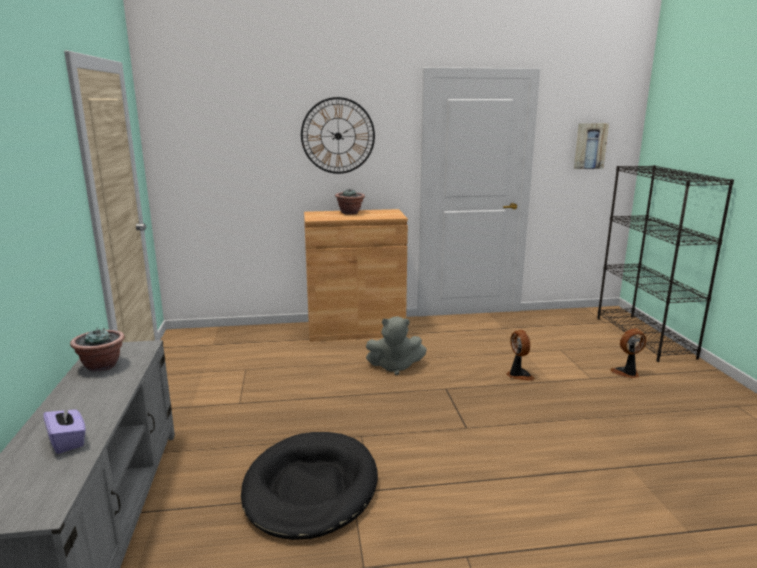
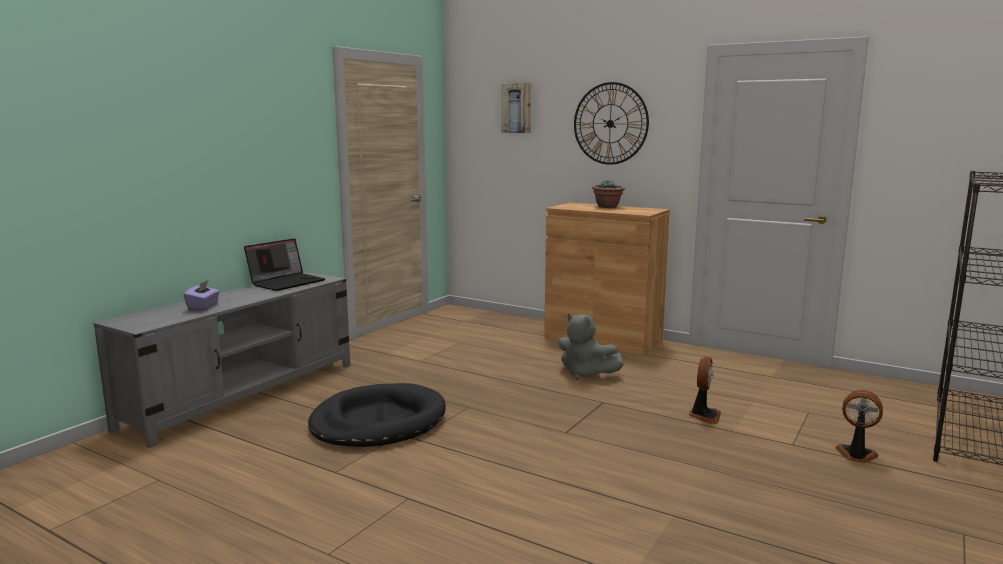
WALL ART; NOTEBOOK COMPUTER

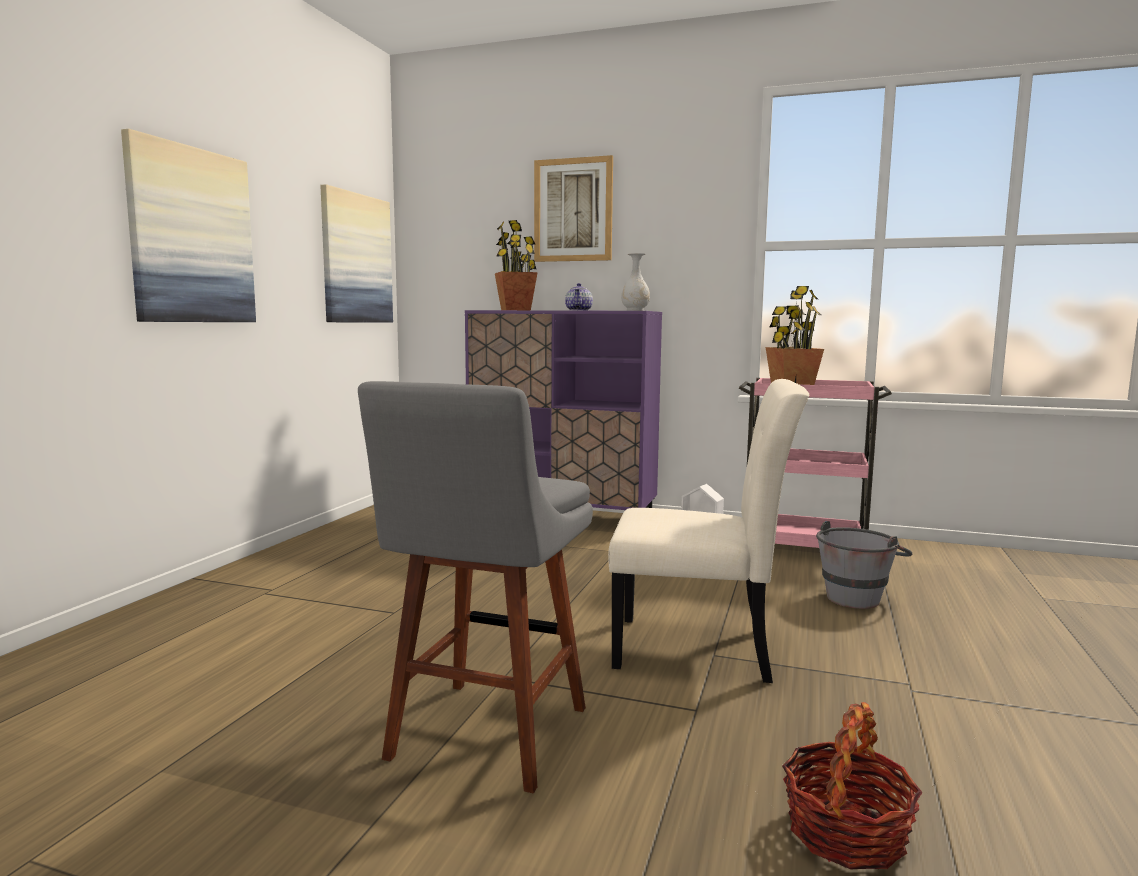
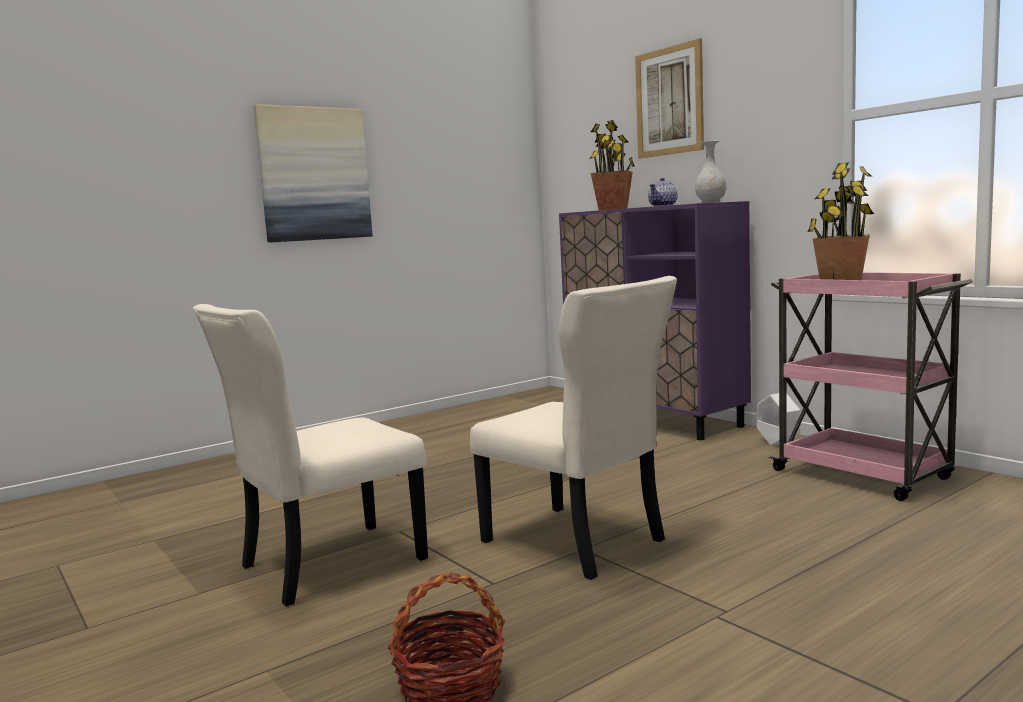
WALL ART (no. 2 from left in the first image); BEIGE-COLOURED PLAIN CHAIR (no. 1 from left); GREYISH WATER BUCKET

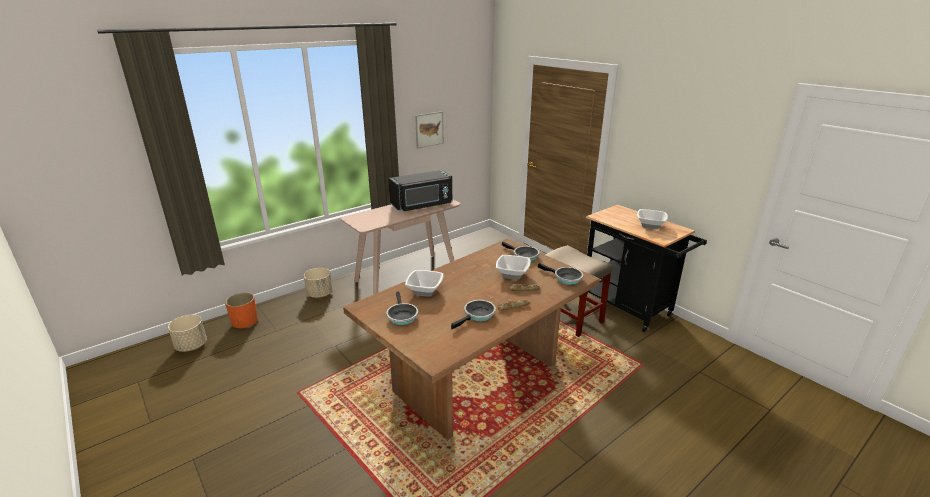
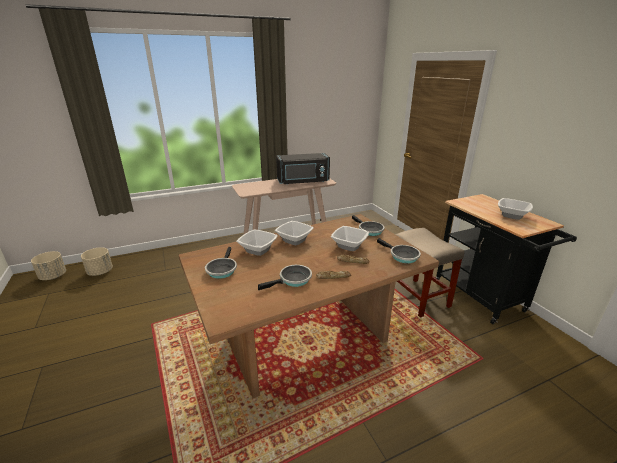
WALL ART; BEIGE-COLOURED PLANT POT (no. 1 from left); ORANGE-COLOURED PLANT POT; SERVING BOWL (no. 2 from left)

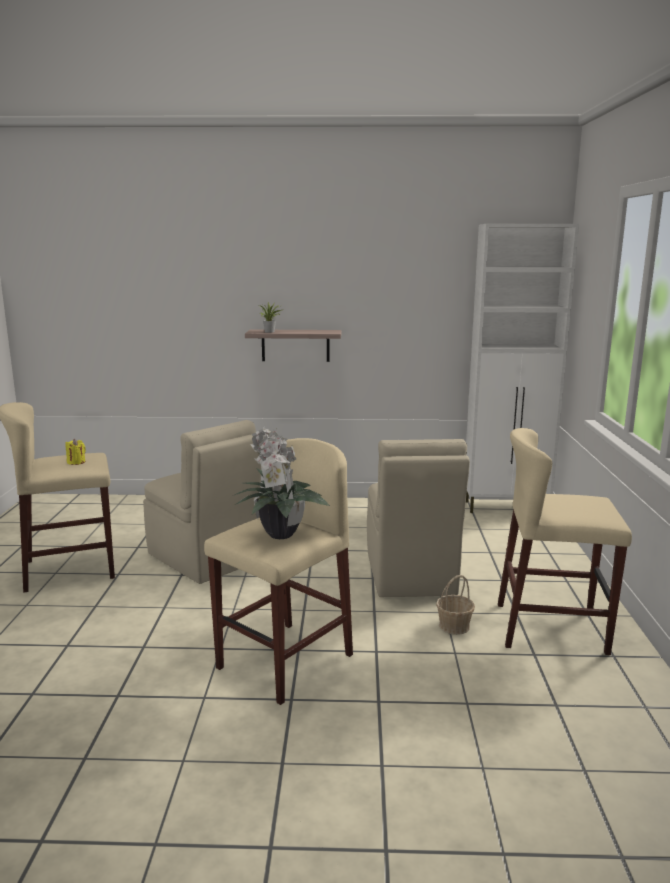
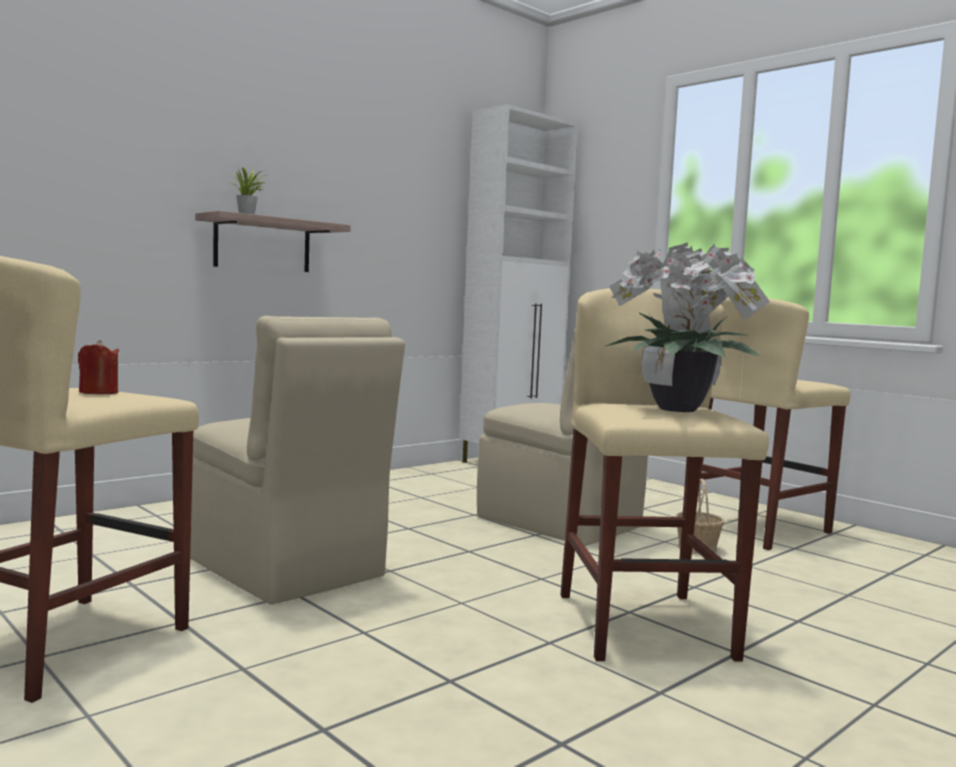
BEIGE-COLOURED PLAIN CHAIR (no. 1 from left); RED-COLOURED WAX CANDLE

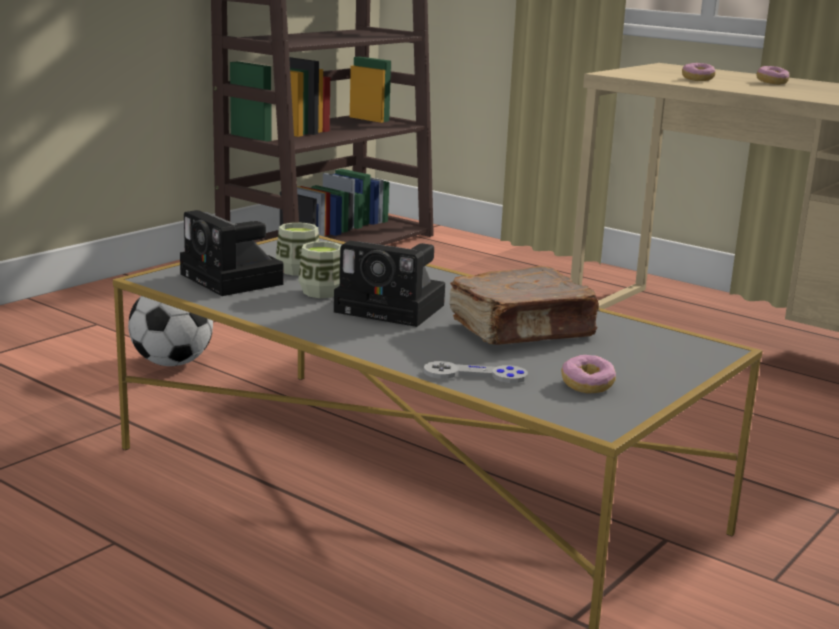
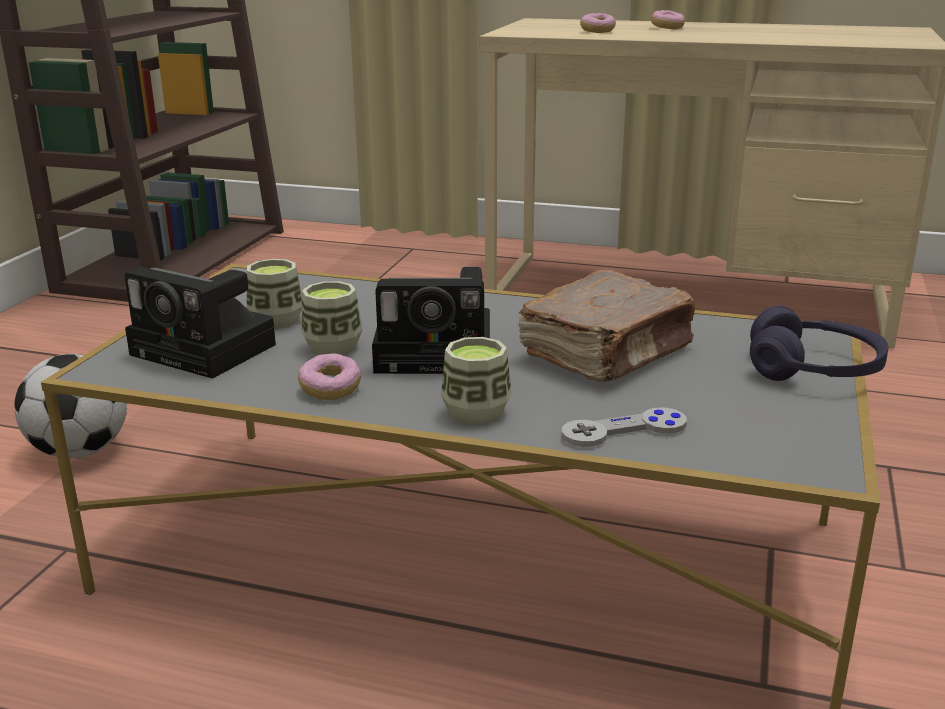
DONUT (no. 1 from left); PURPLISH HEADPHONES; CUP (no. 3 from left)

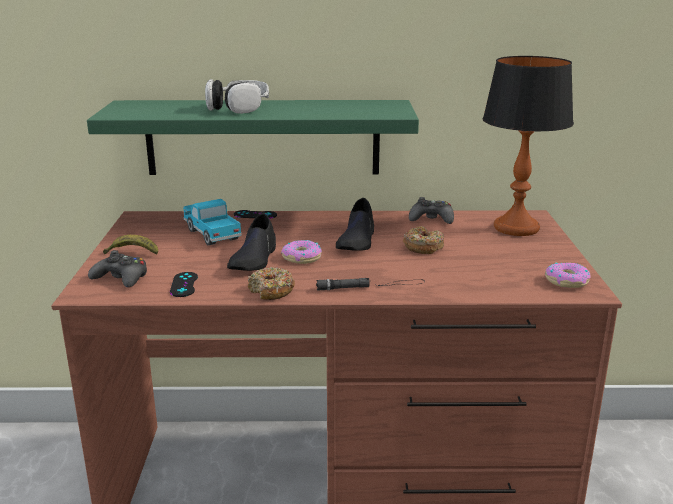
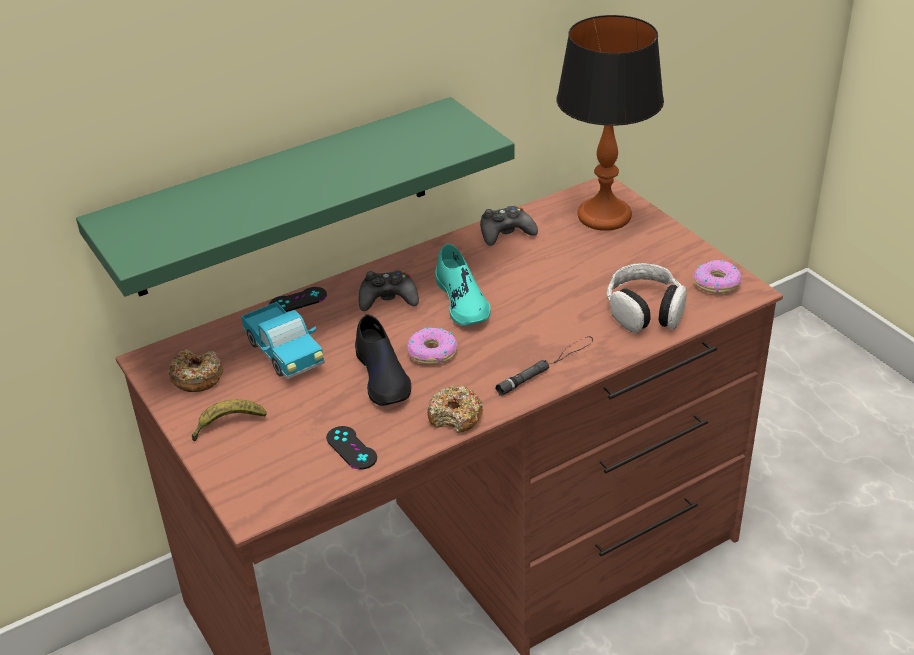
HEADPHONES; TURQUOISE ITEM OF FOOTWEAR; TOY LORRY; DONUT (no. 1 from left); BLACK-COLOURED GAMEPAD (no. 3 from left)

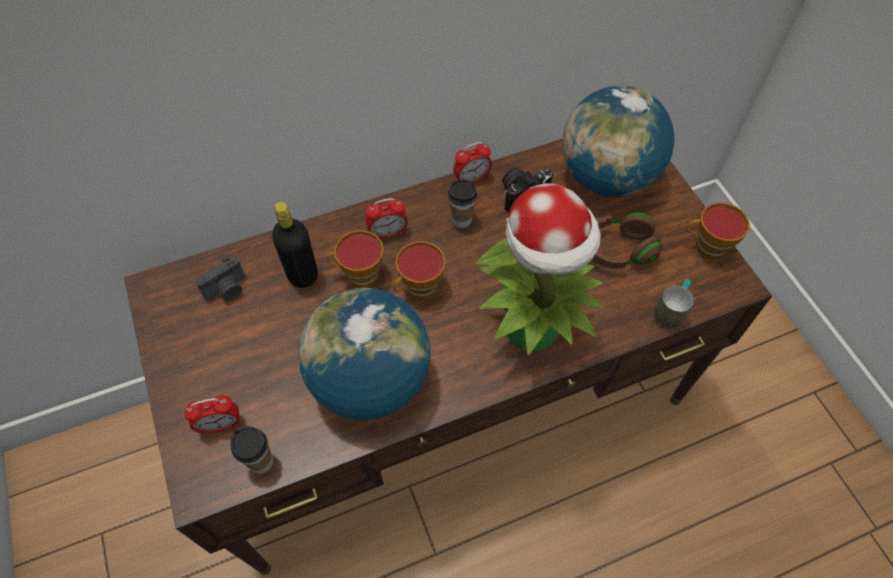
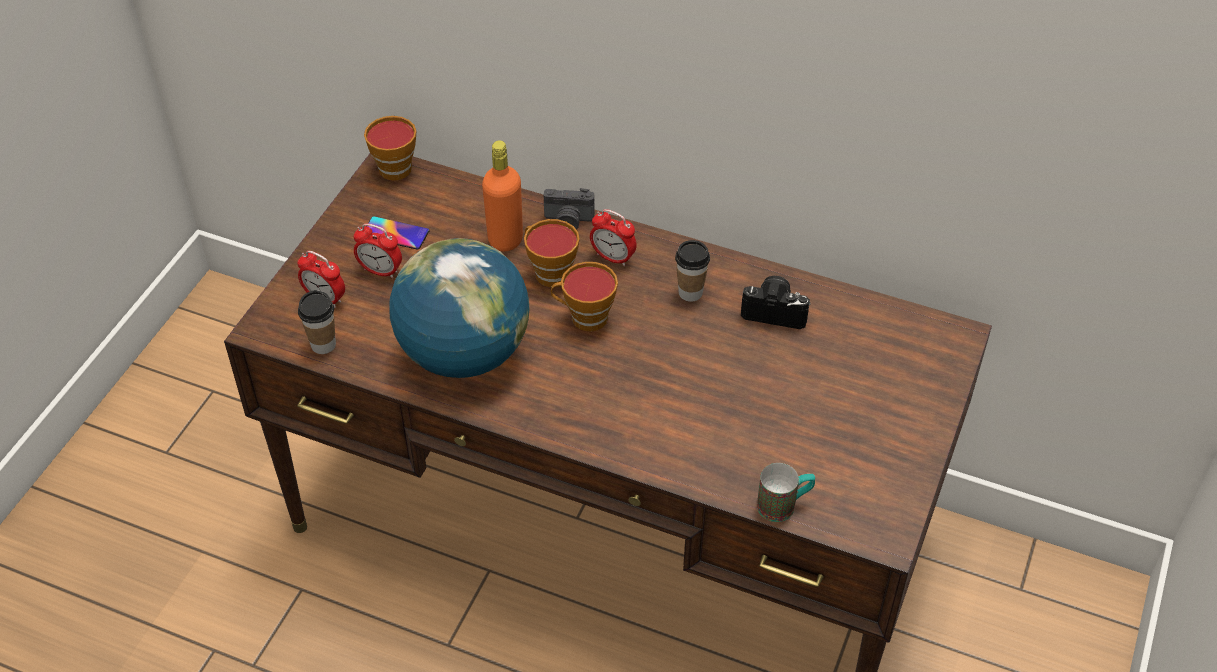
DESK GLOBE (no. 2 from left in the first image); TABLE CLOCK (no. 2 from left); POTTED PLANT; ORANGE-COLOURED DRINK BOTTLE; CUP (no. 2 from left); BROWN HEADPHONES; STILL CAMERA (no. 1 from left); PHONE

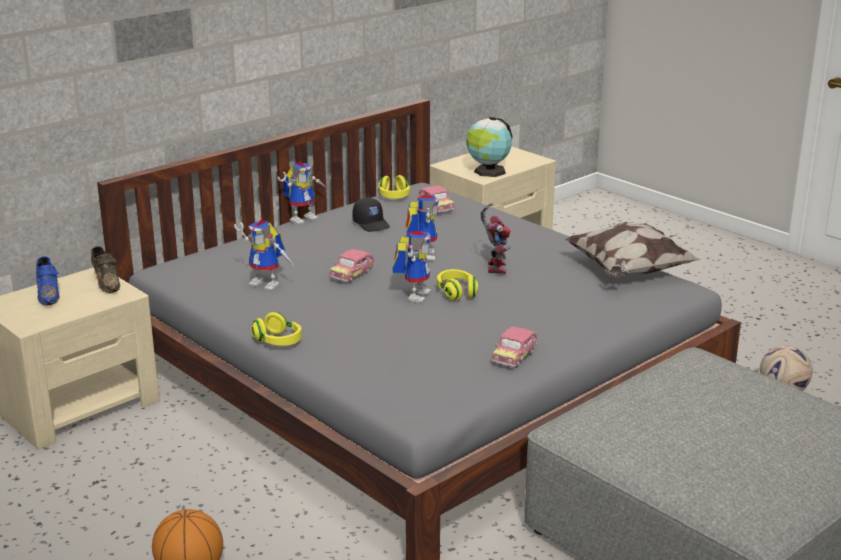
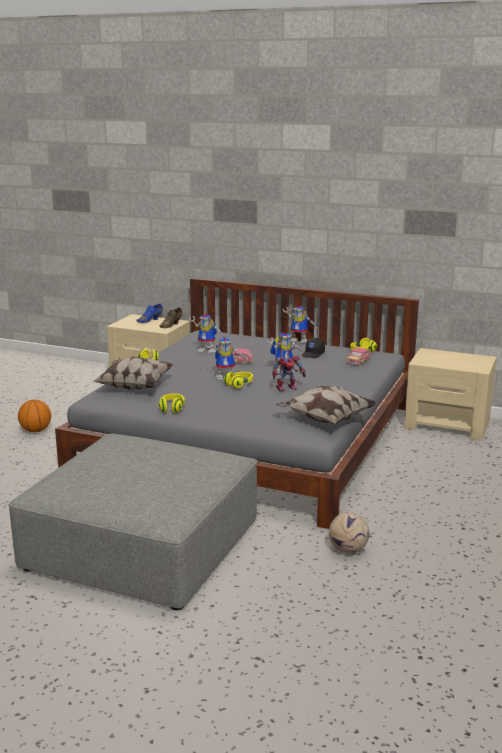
DESK GLOBE; MODEL ROBOT (no. 1 from left); YELLOWISH HEADPHONES (no. 2 from left); THROW PILLOW (no. 1 from left)

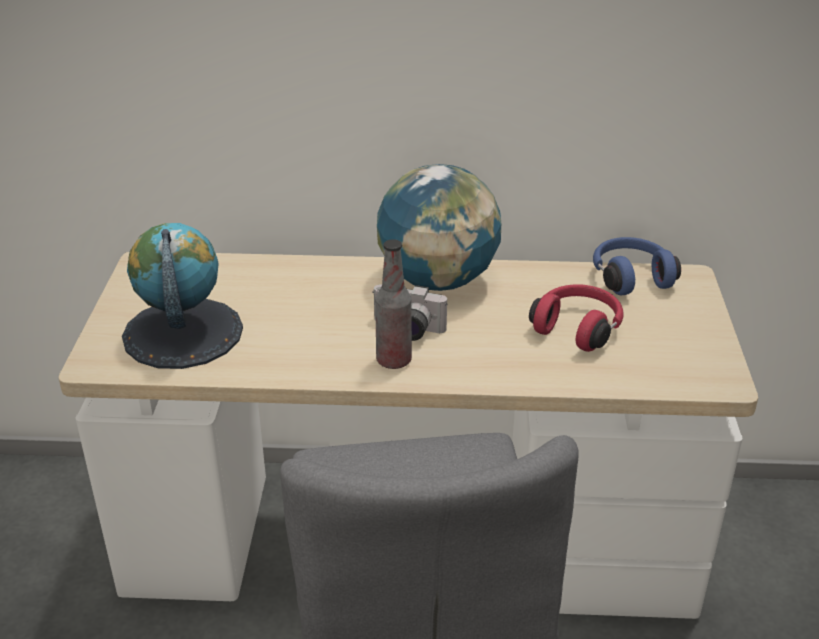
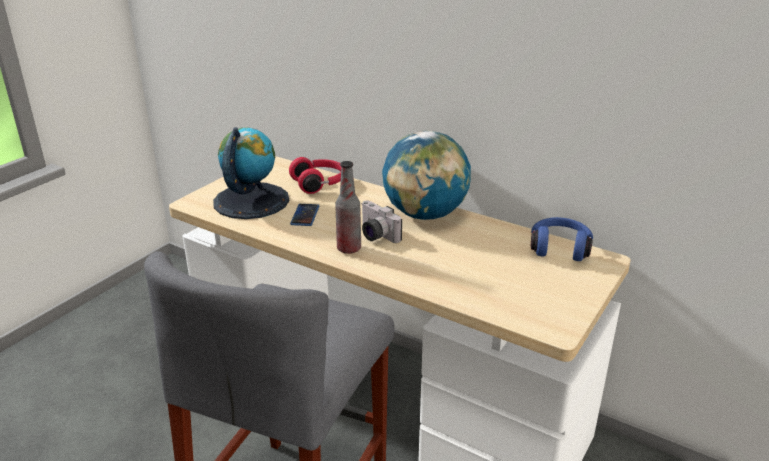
RED-COLOURED HEADPHONES; PHONE

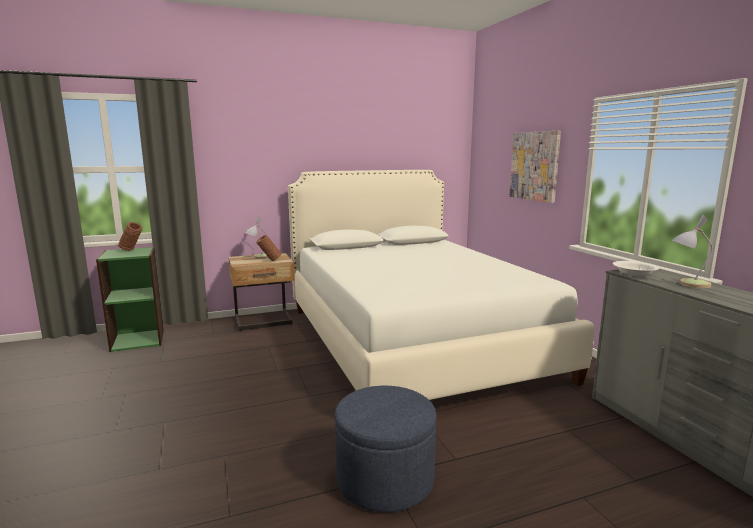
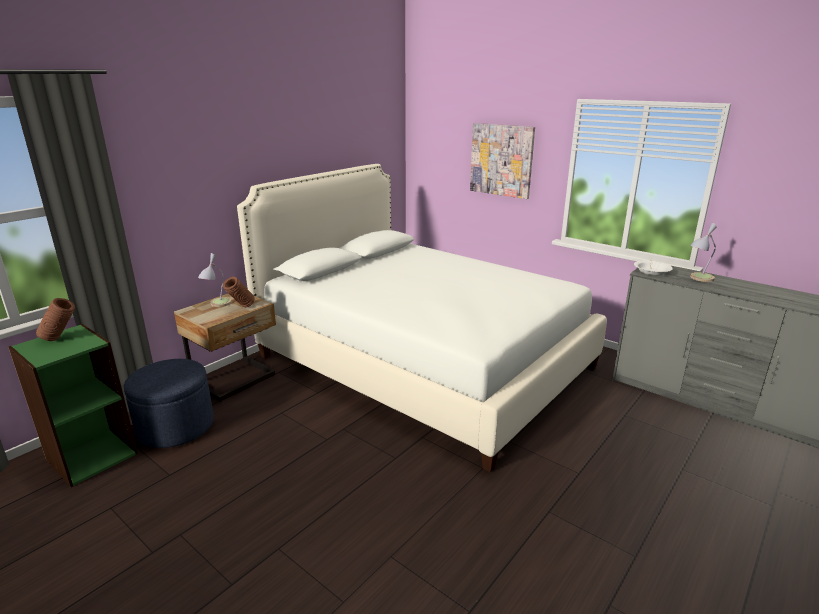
BLUE-COLOURED OTTOMAN

